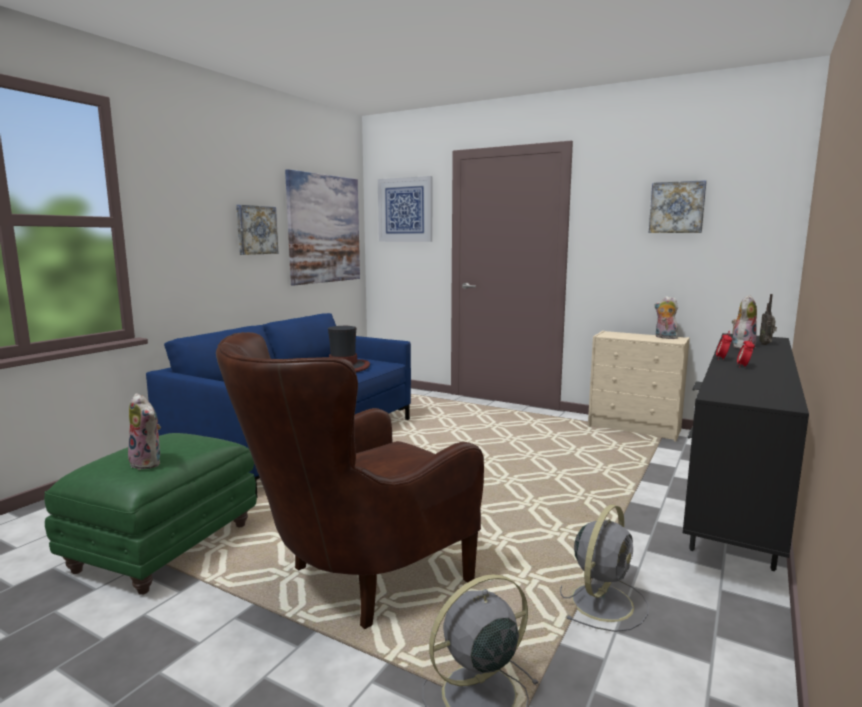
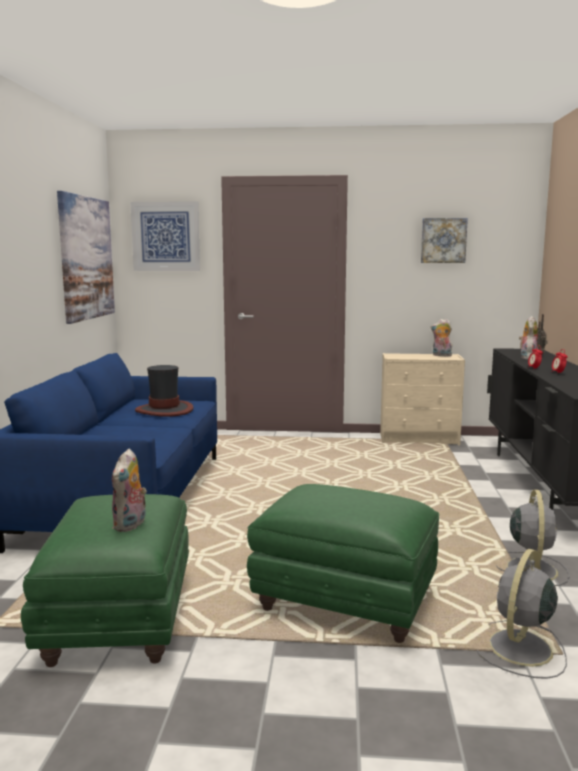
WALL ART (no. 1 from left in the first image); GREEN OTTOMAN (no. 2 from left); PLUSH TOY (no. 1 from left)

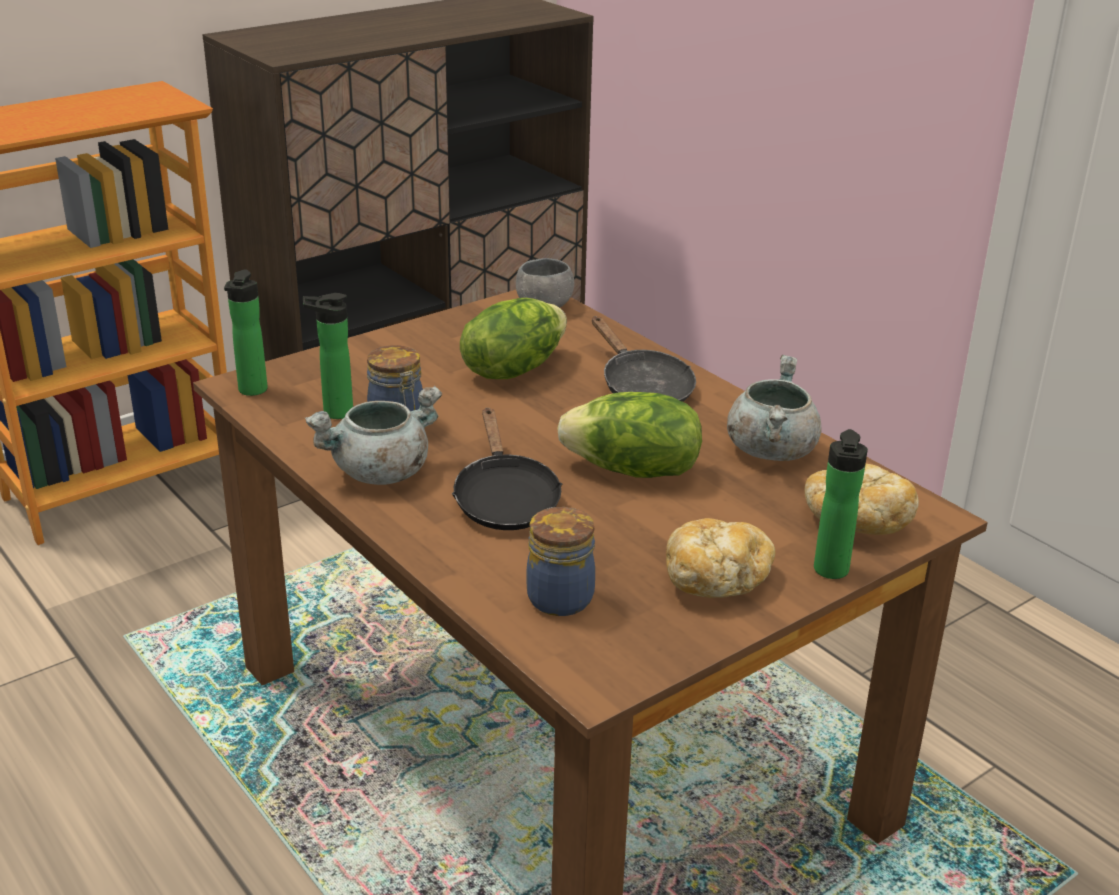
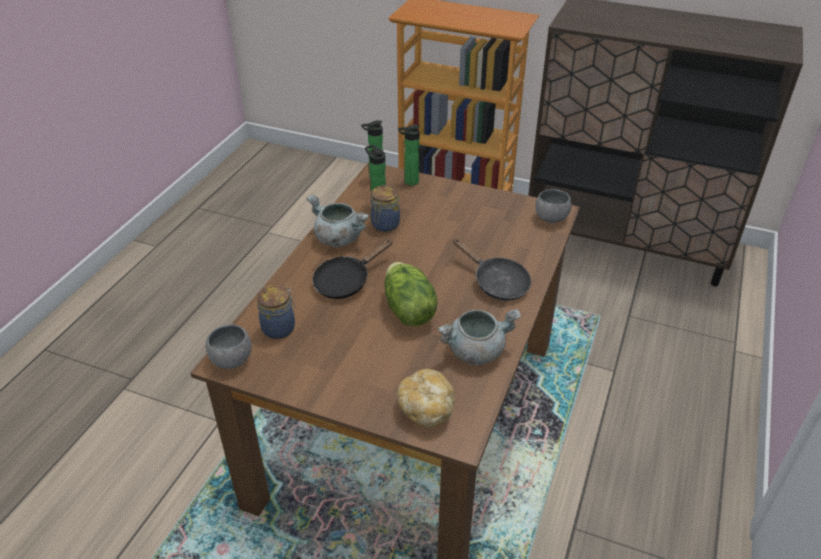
LETTUCE (no. 1 from left in the first image); BLACK-COLOURED SKILLET (no. 2 from left); DRINK BOTTLE (no. 3 from left); BREAD (no. 1 from left in the first image); GREYISH SERVING BOWL (no. 1 from left)

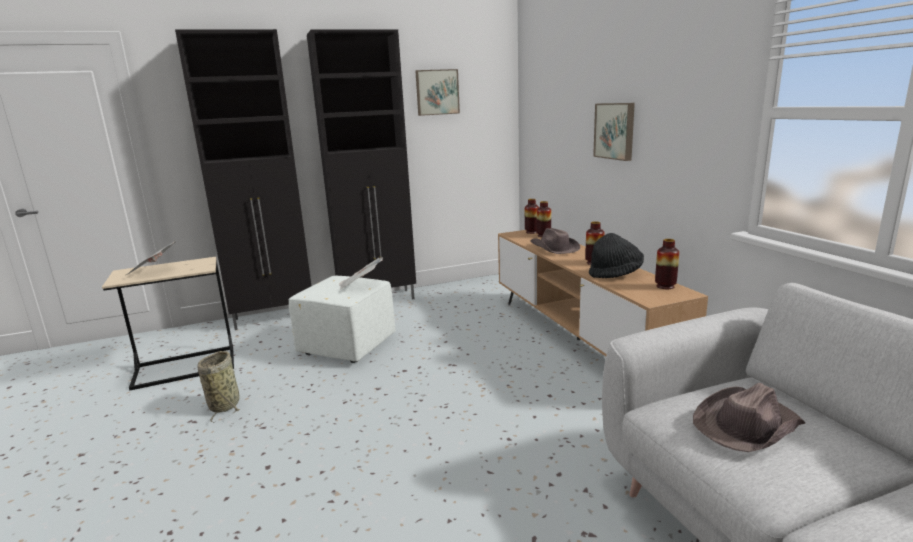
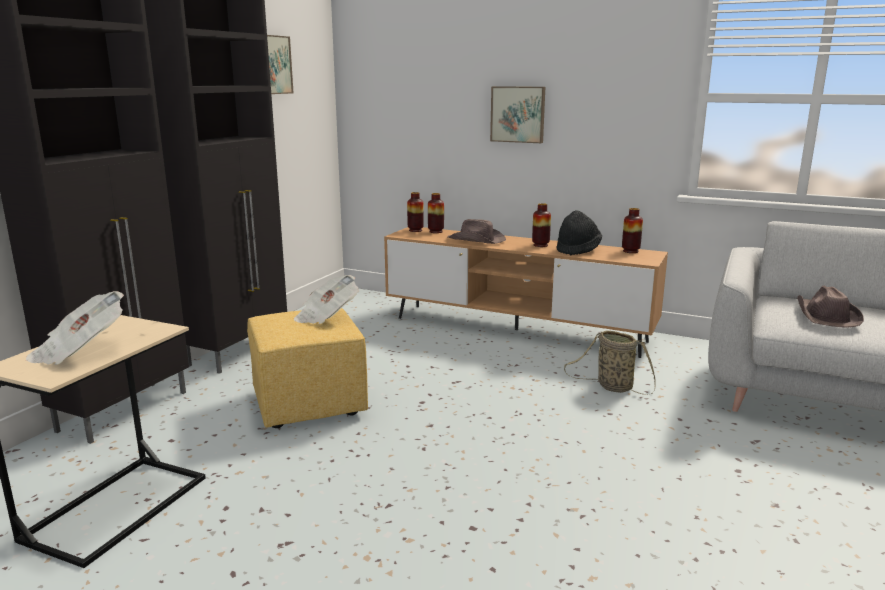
YELLOWISH OTTOMAN; STORAGE BASKET

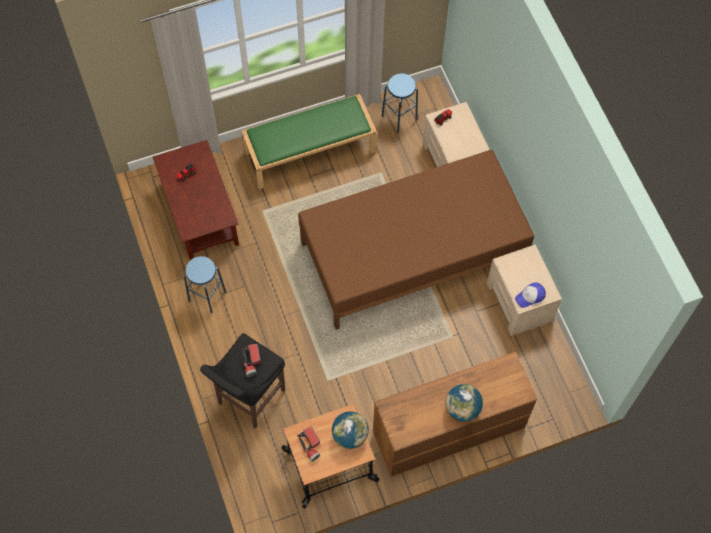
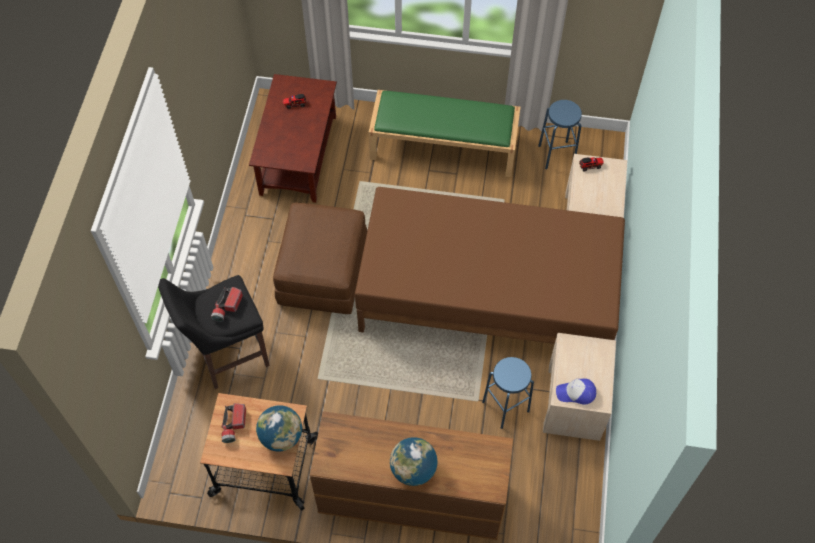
BLUE-COLOURED STOOL SEAT (no. 1 from left); BROWN OTTOMAN

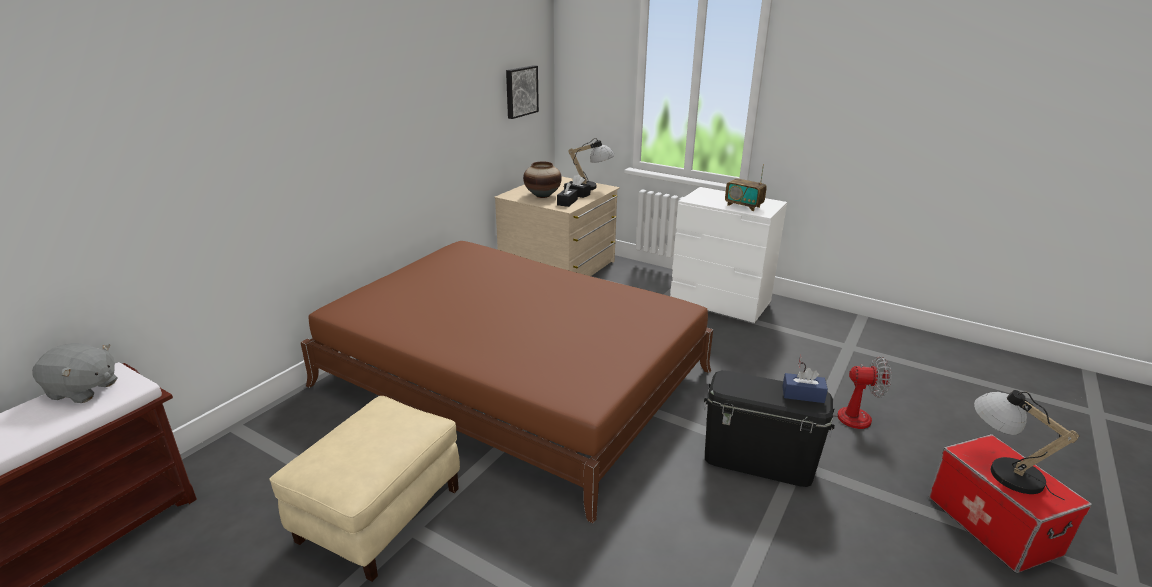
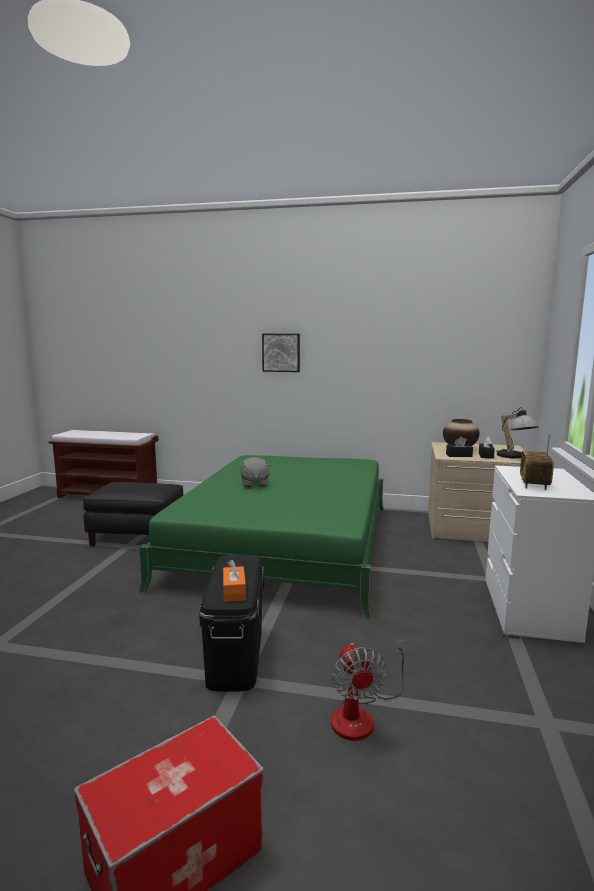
WALL ART; GREEN BEDROOM BED; GREYISH PLUSH TOY; ORANGE-COLOURED BOX OF TISSUES; LAMP FOR A TABLE (no. 2 from left in the first image); BLACK-COLOURED OTTOMAN

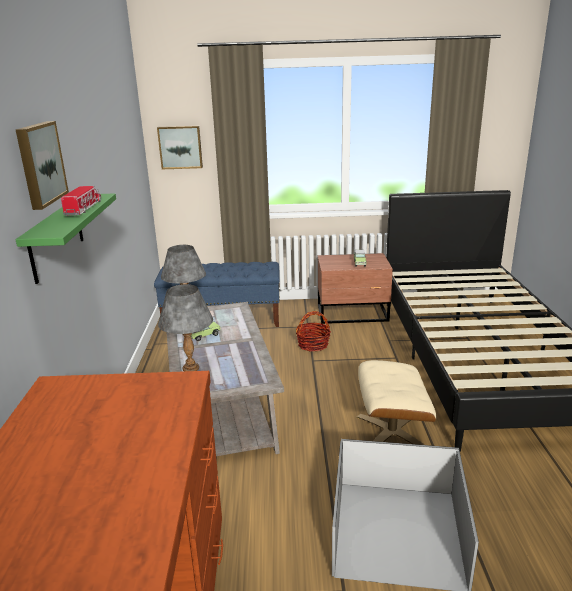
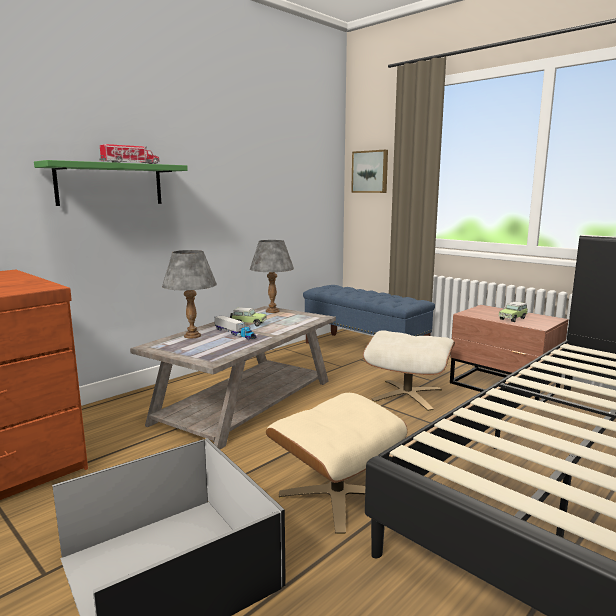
WALL ART (no. 1 from left in the first image); BEIGE-COLOURED OTTOMAN (no. 2 from left); TOY LORRY (no. 2 from left)

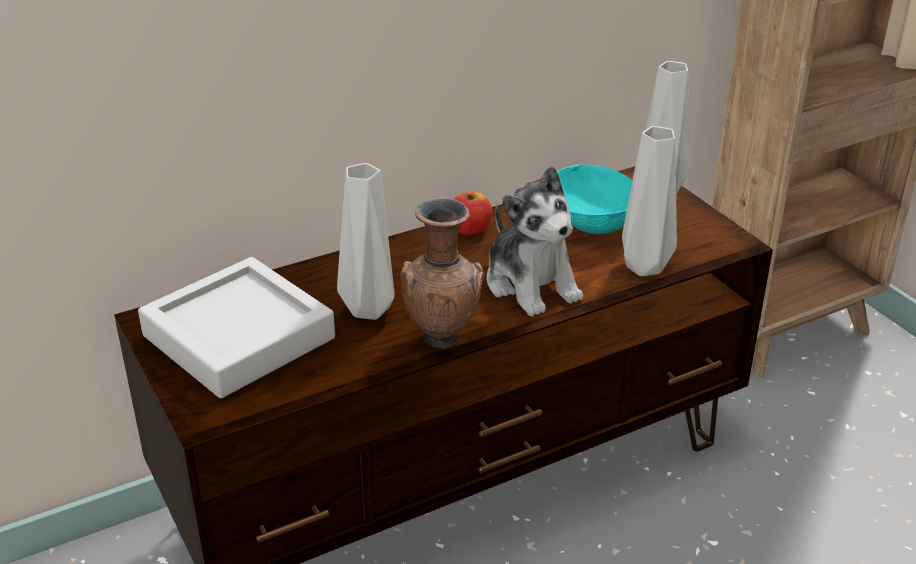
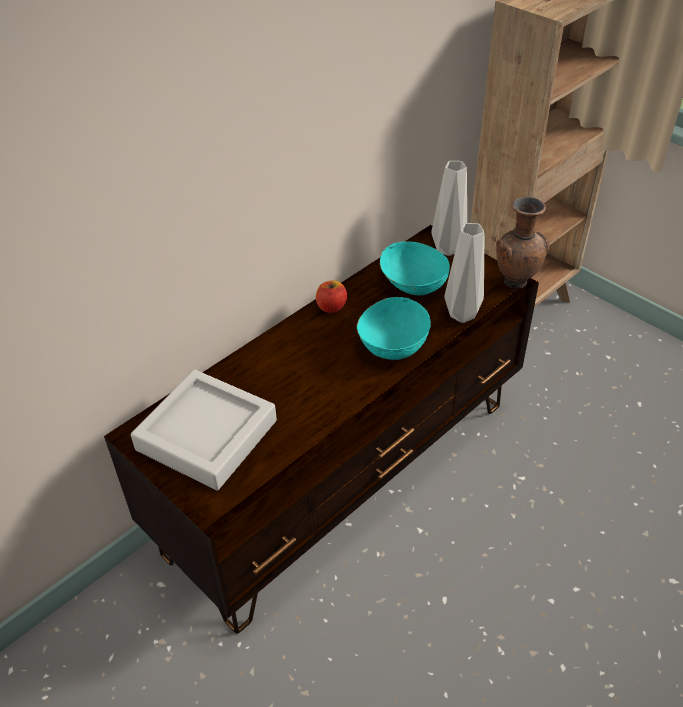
GREYISH FLOWER VASE (no. 1 from left in the first image); TURQUOISE SERVING BOWL (no. 1 from left); BROWN FLOWER VASE

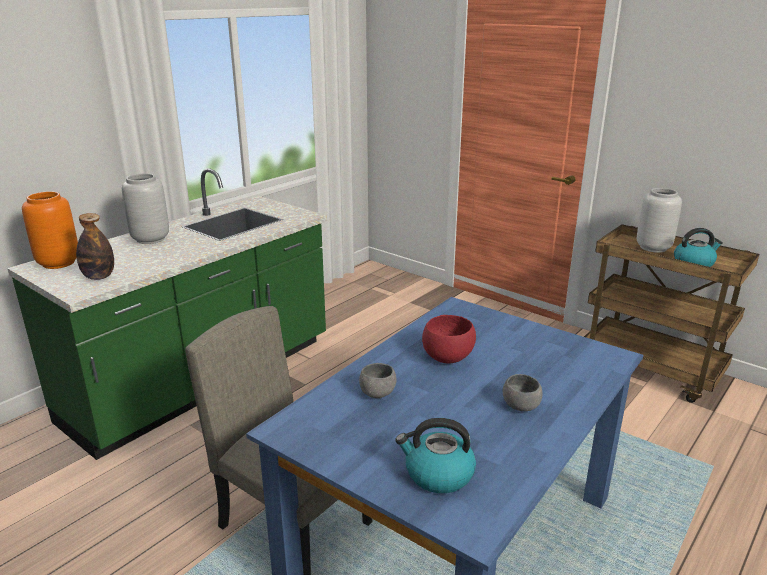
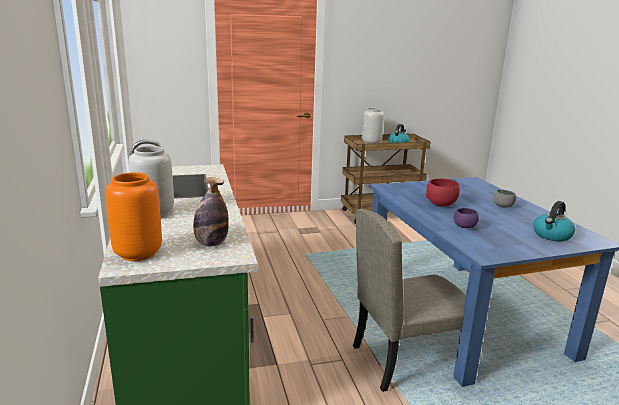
PURPLISH SERVING BOWL

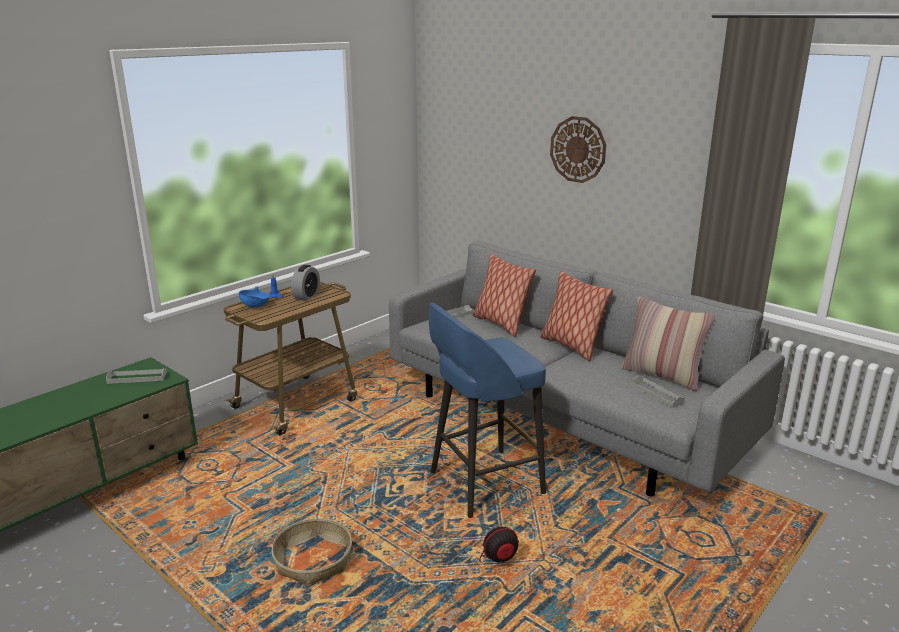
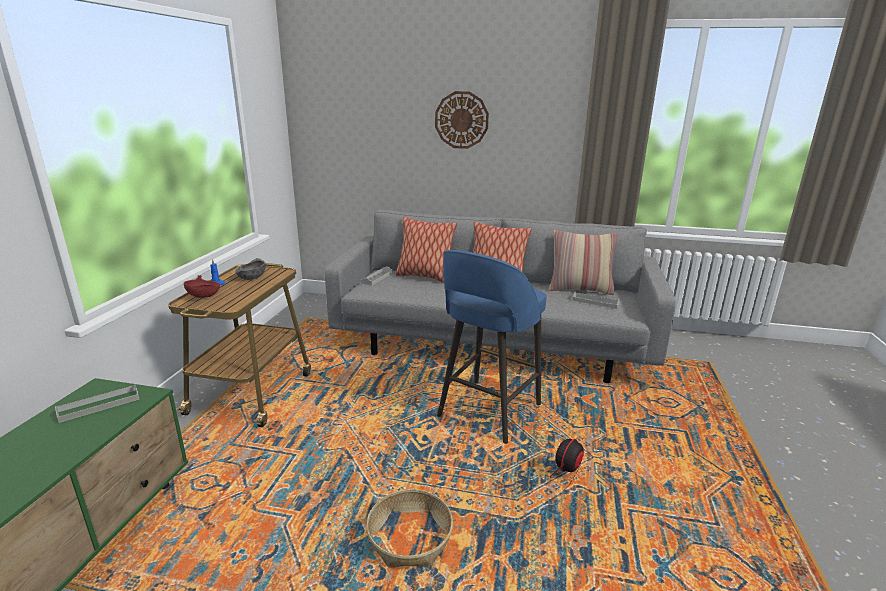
GREYISH SERVING BOWL; RED-COLOURED SERVING BOWL

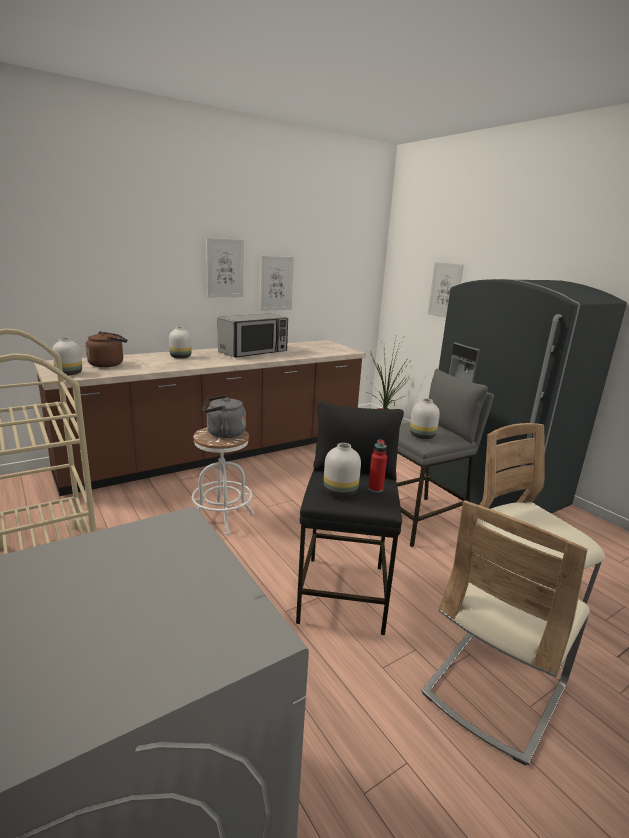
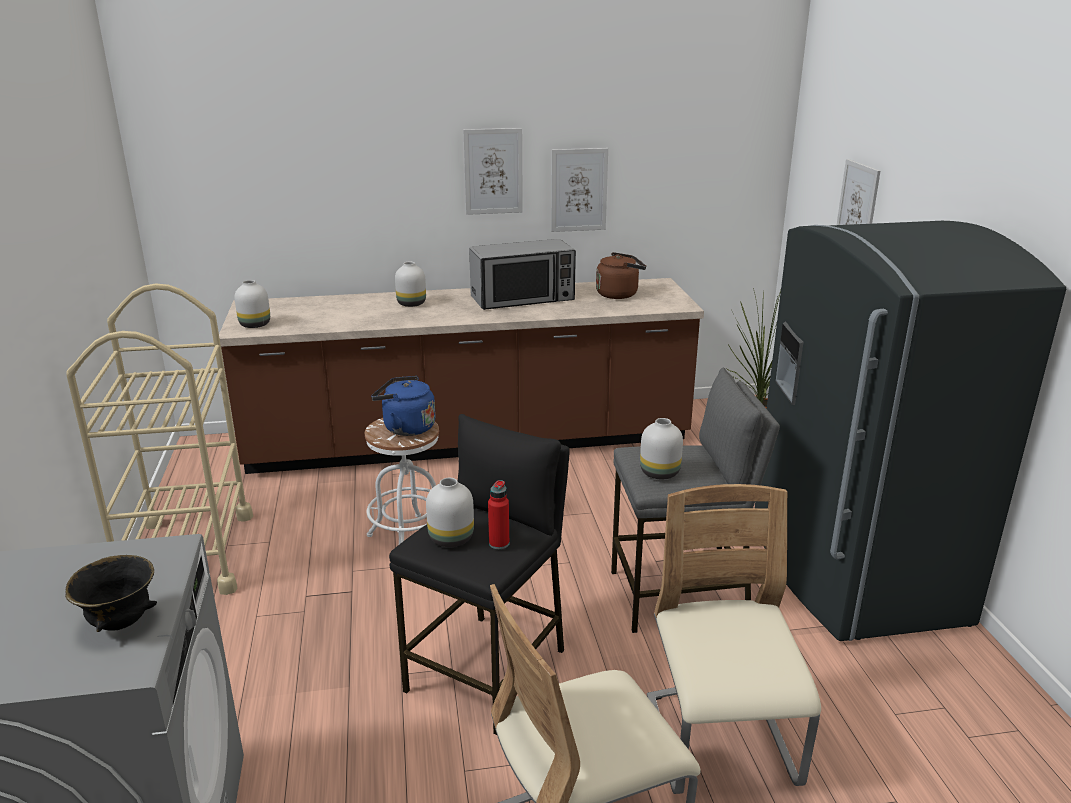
BROWN WATER KETTLE; BLUE-COLOURED WATER KETTLE; BLACK-COLOURED SERVING BOWL

